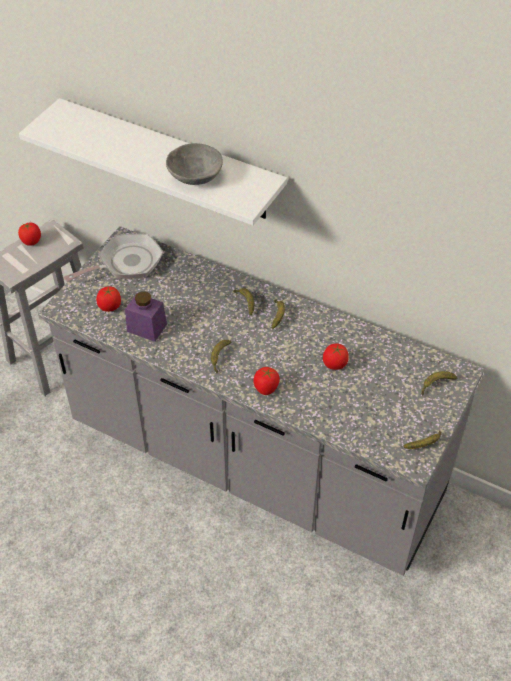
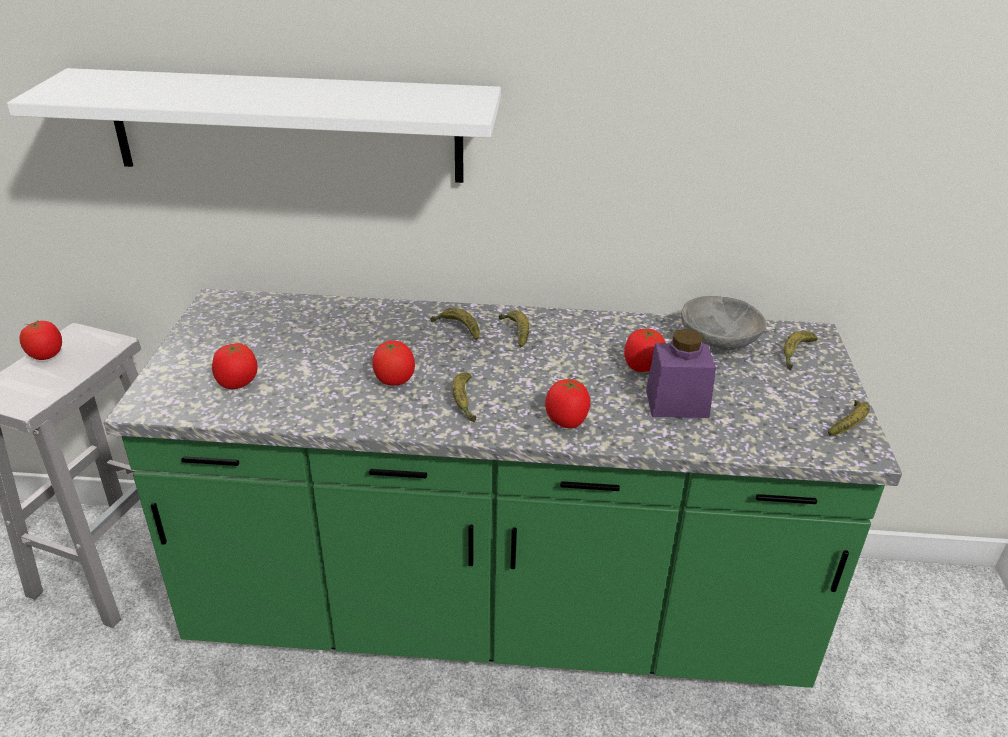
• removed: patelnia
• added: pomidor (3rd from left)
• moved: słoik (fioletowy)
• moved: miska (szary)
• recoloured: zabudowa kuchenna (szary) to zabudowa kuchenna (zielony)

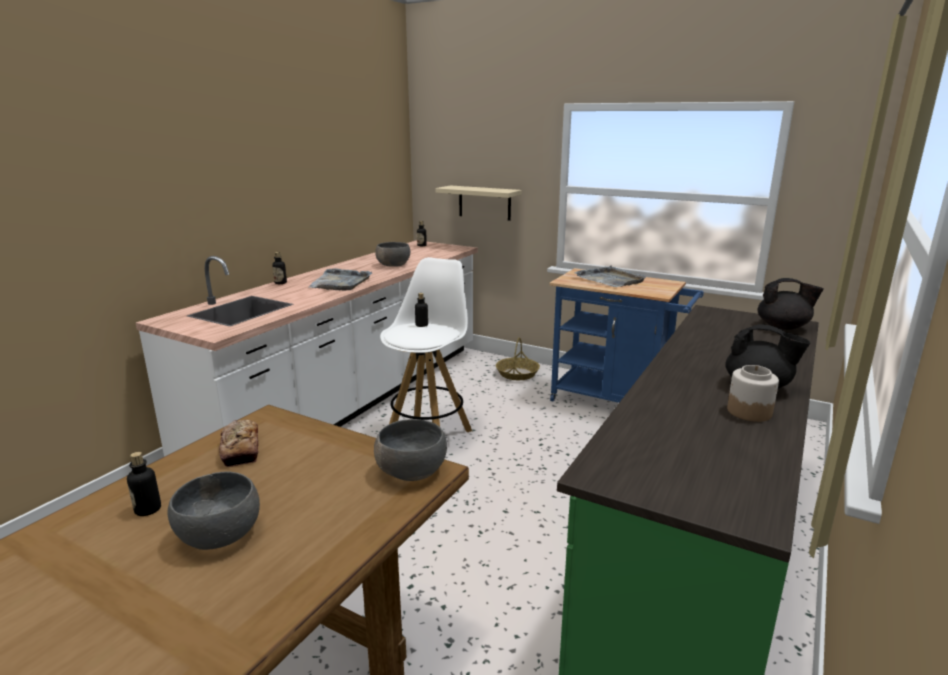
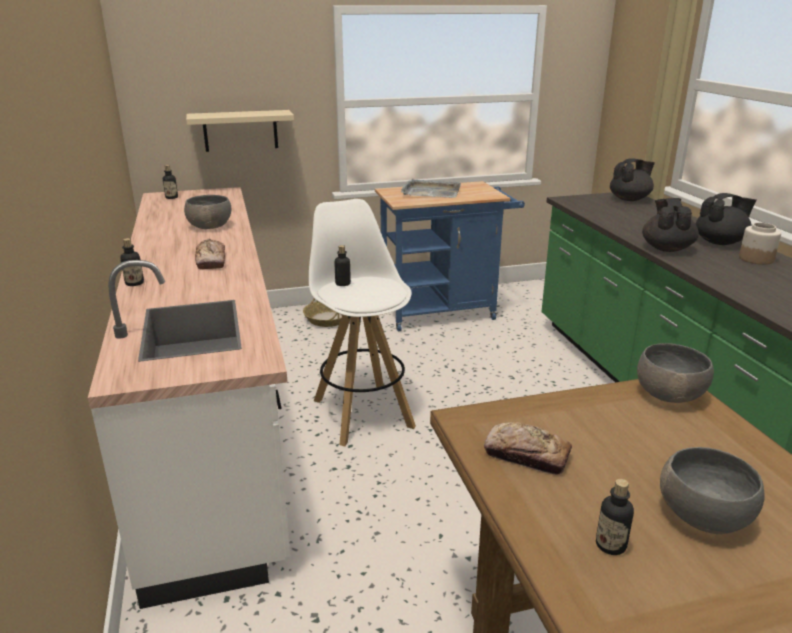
• added: imbryk (czarny) (2nd from left)
• replaced: taca (szary) (1st from left) to chleb (1st from left)

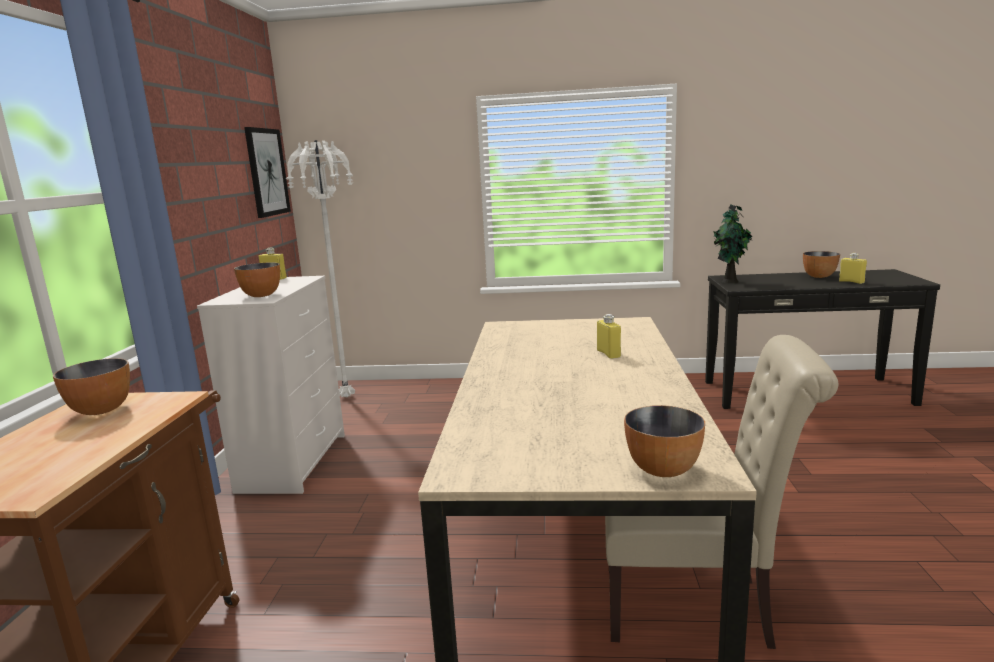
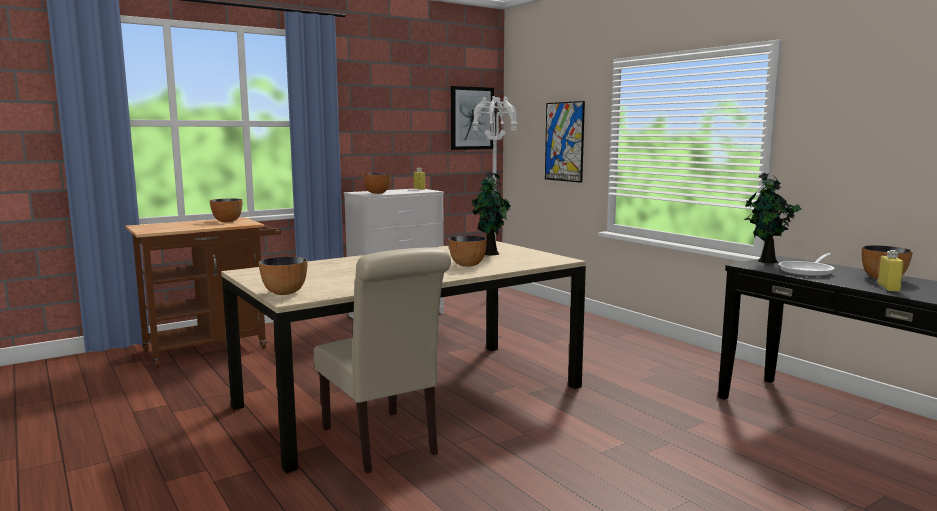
• added: roślina doniczkowa (1st from left)
• added: obraz (2nd from left)
• added: patelnia
• replaced: butelka (żółty) (2nd from left) to miska (4th from left)

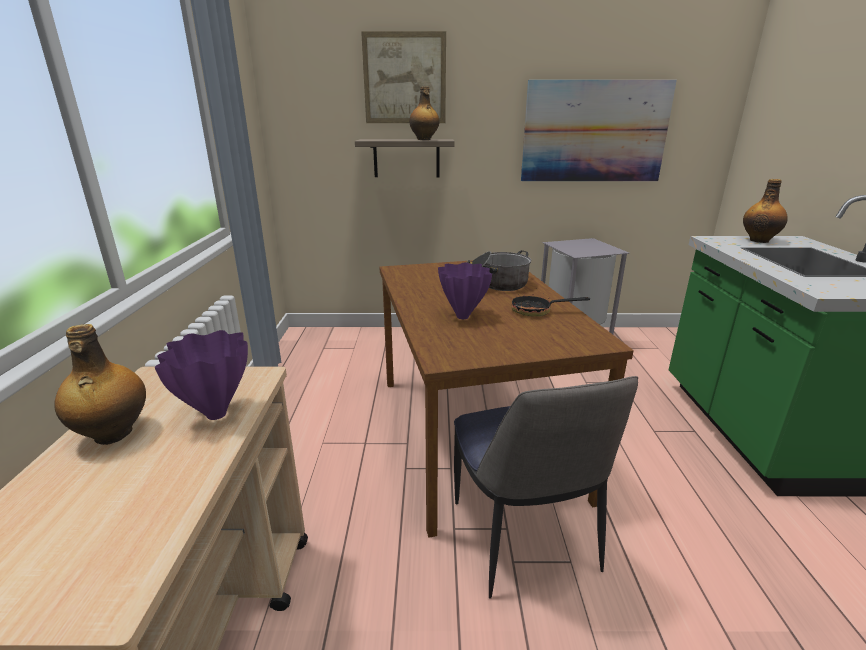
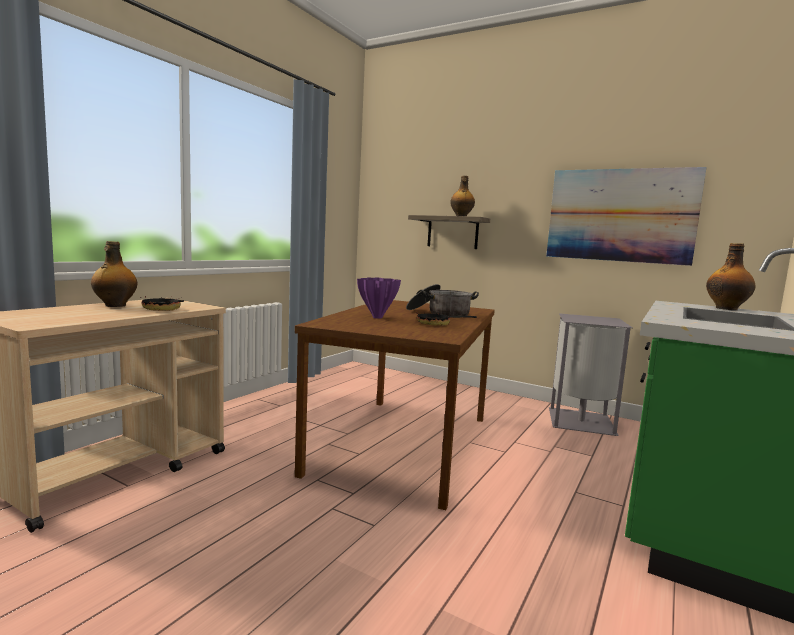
• removed: obraz (1st from left)
• removed: krzesło
• replaced: wazon (fioletowy) (1st from left) to patelnia (1st from left)

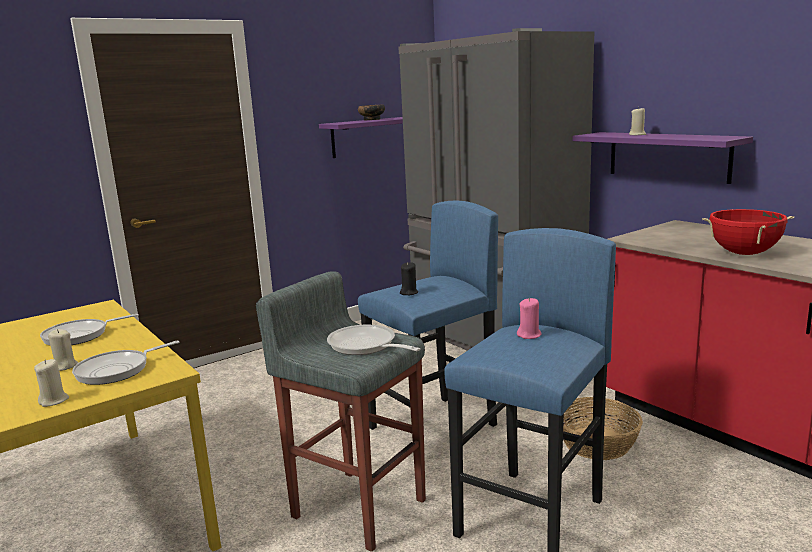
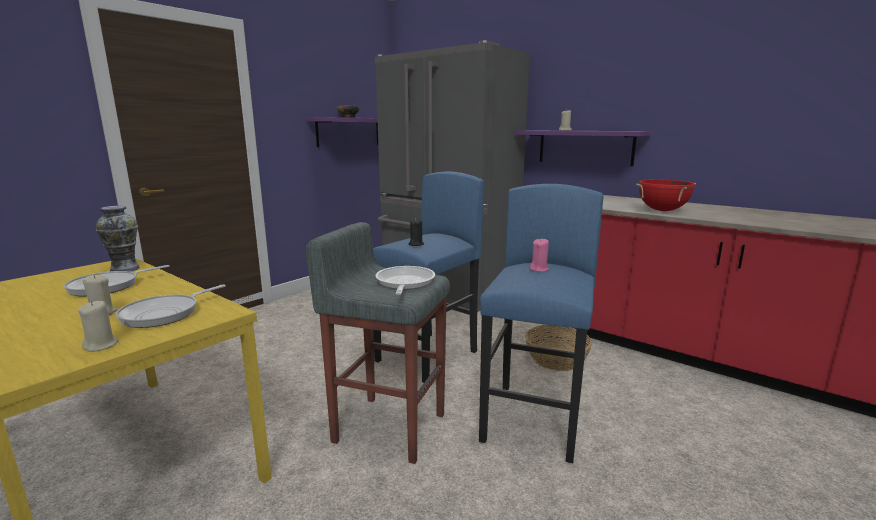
• added: wazon
• turned: patelnia (3rd from left) 60 degrees clockwise

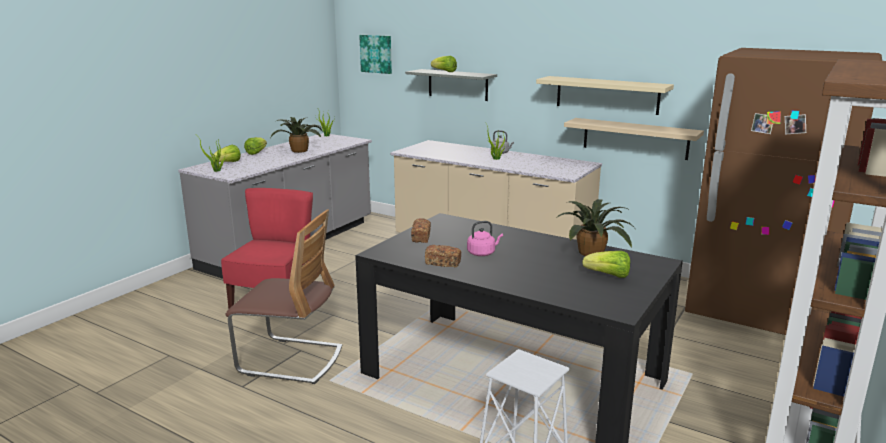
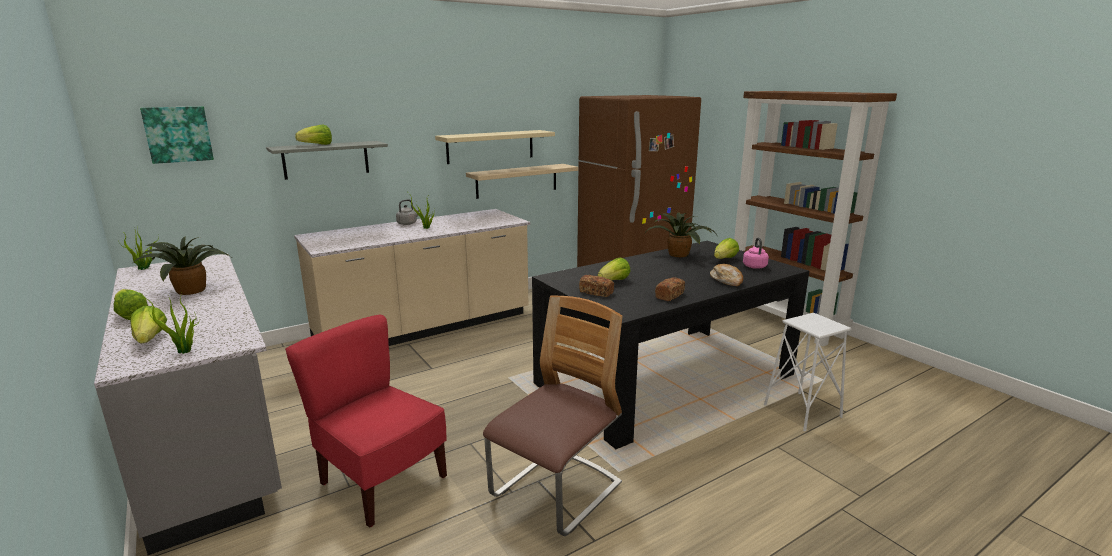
• added: sałata (4th from left)
• added: chleb (3rd from left)
• moved: czajnik (różowy)

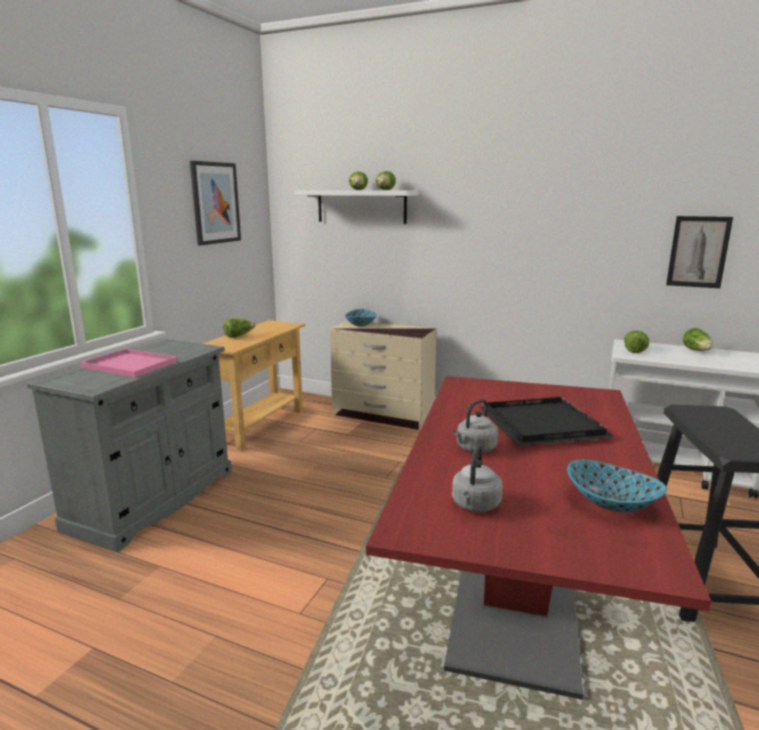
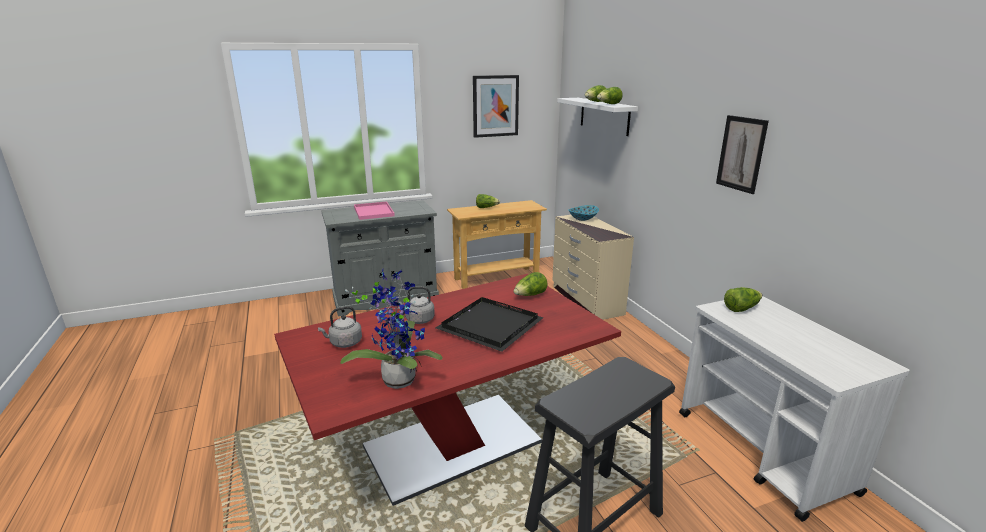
• moved: obraz (2nd from left)
• moved: sałata (5th from left in the first image) to sałata (2nd from left)
• replaced: miska (2nd from left) to roślina doniczkowa

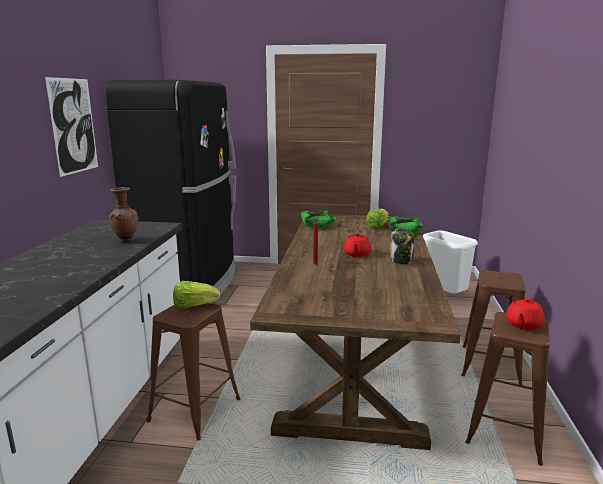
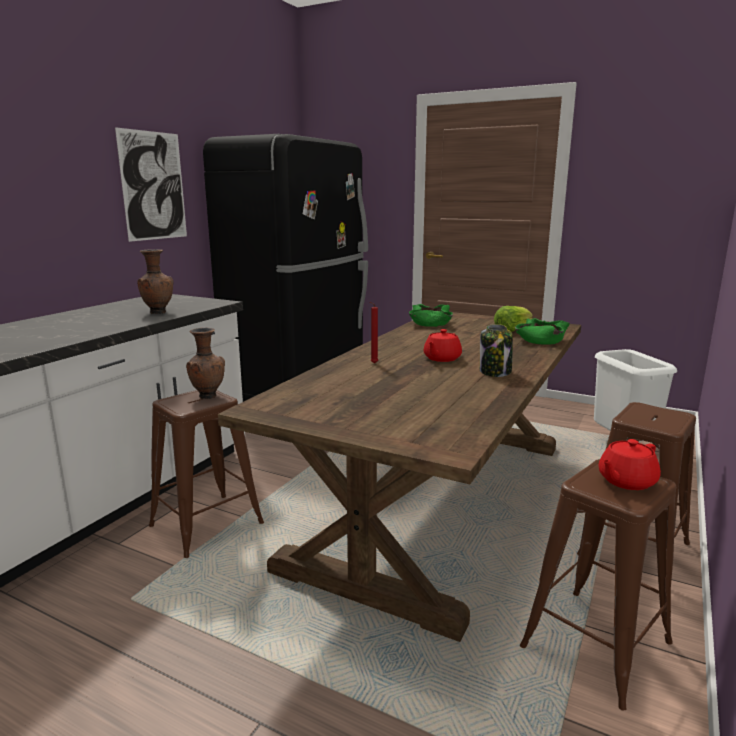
• replaced: sałata (1st from left) to wazon (brązowy) (2nd from left)

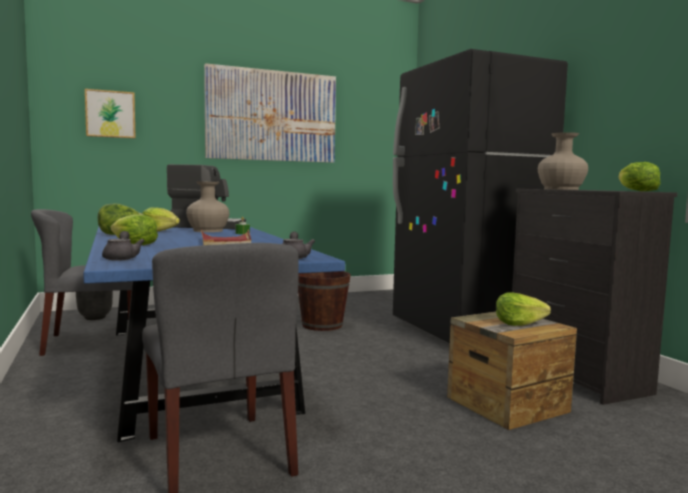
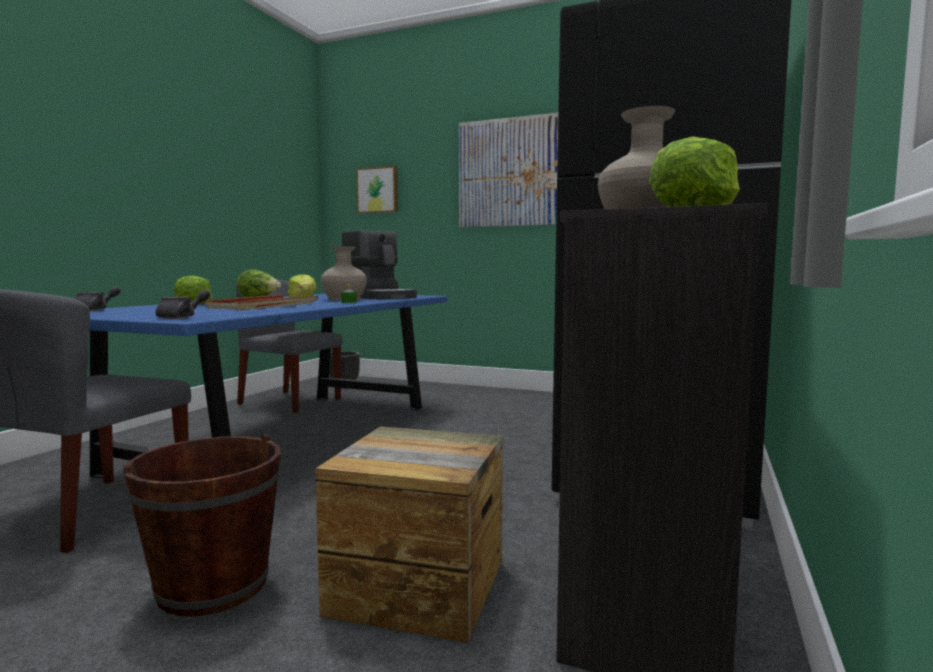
• removed: sałata (4th from left)
• moved: wiadro (brązowy)

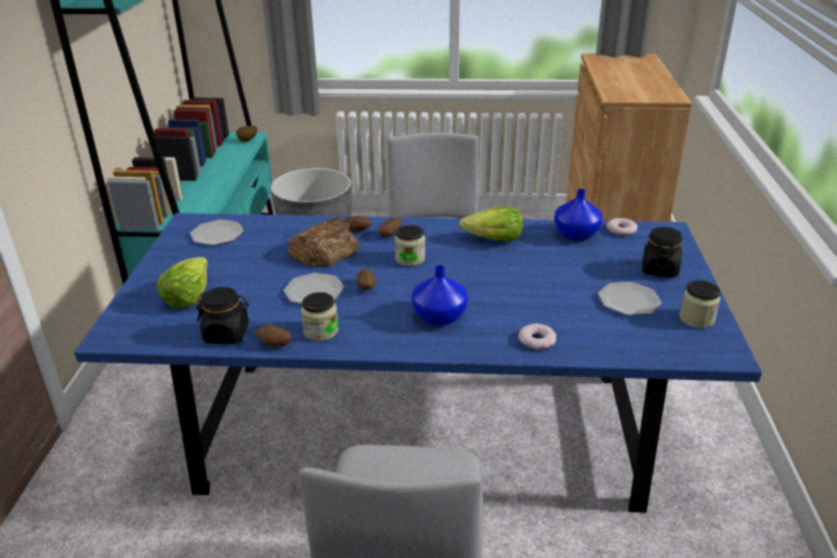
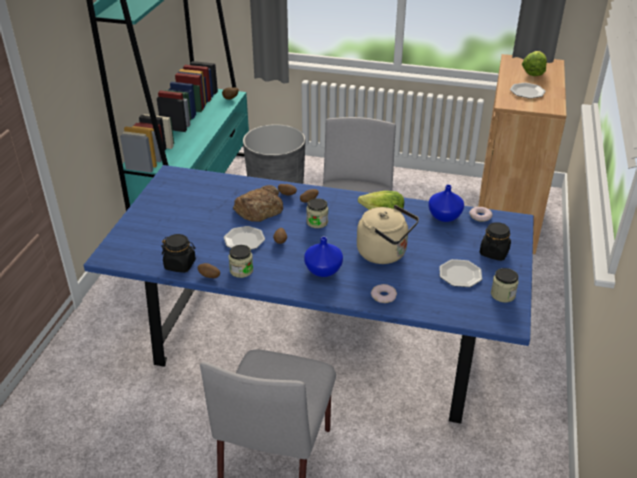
• added: czajnik (beżowy)
• moved: sałata (1st from left in the first image) to sałata (2nd from left)
• moved: talerz (1st from left in the first image) to talerz (3rd from left)

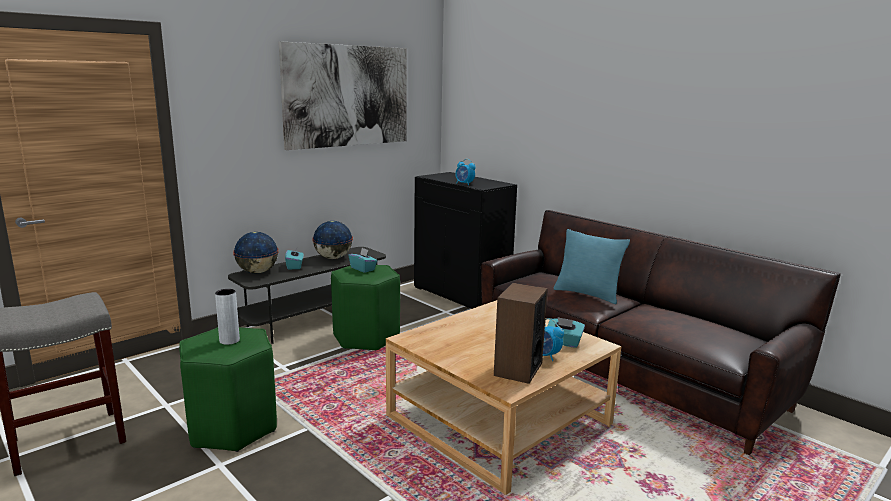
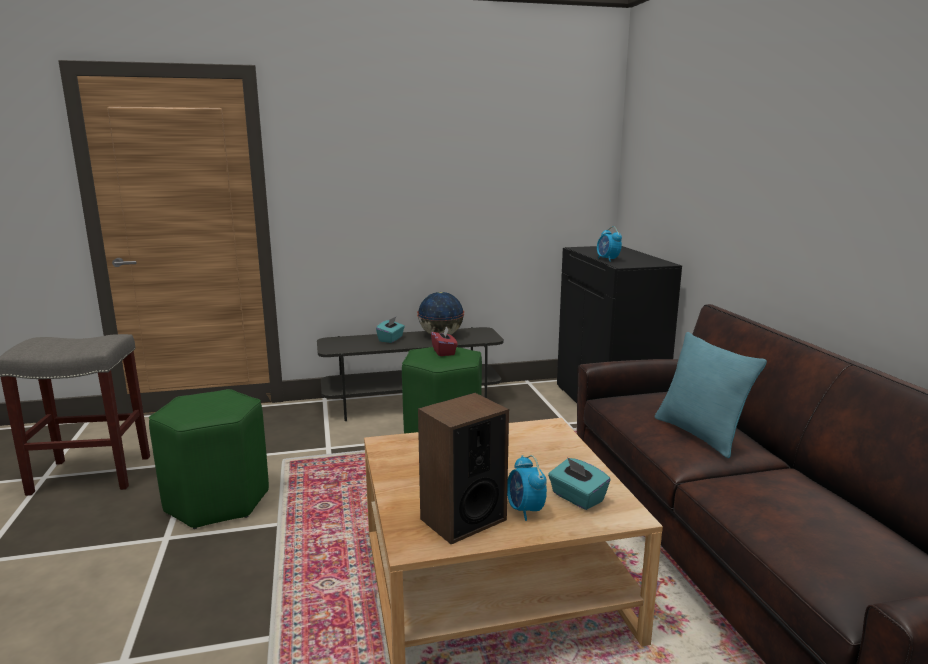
• removed: wazon (szary)
• removed: globus (1st from left)
• removed: obraz
• recoloured: pudełko chusteczek (turkusowy) (2nd from left) to pudełko chusteczek (czerwony)

